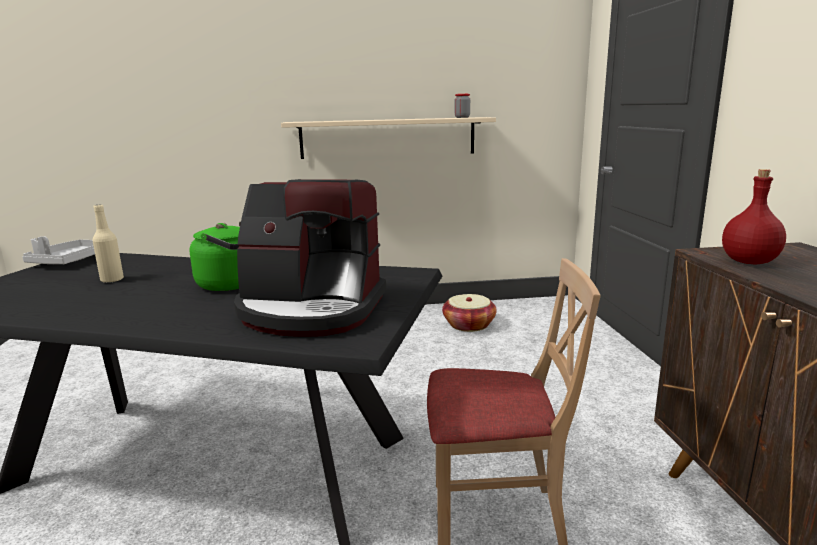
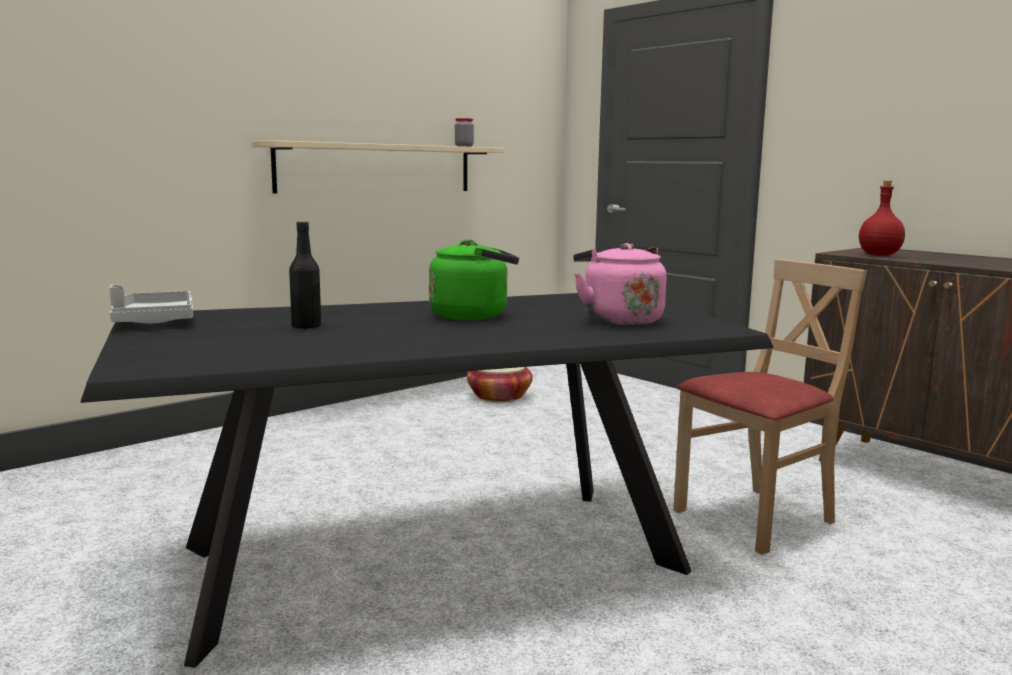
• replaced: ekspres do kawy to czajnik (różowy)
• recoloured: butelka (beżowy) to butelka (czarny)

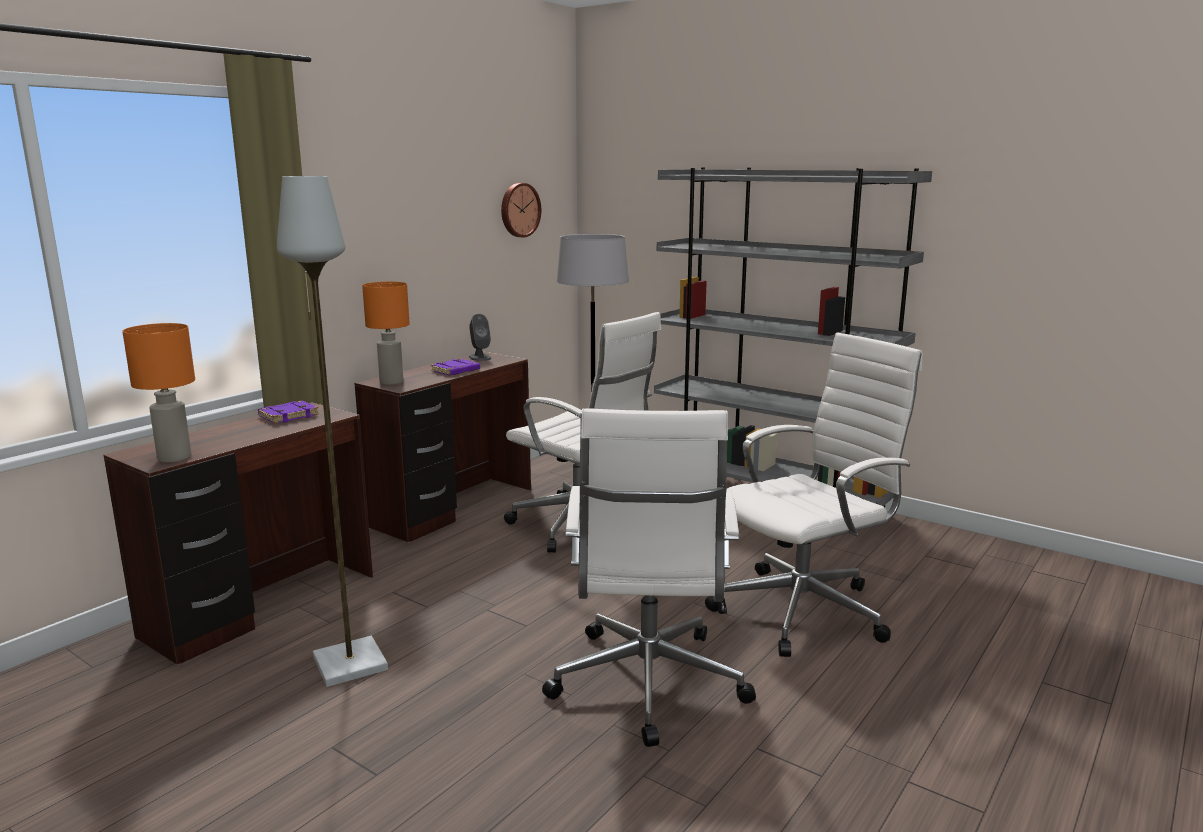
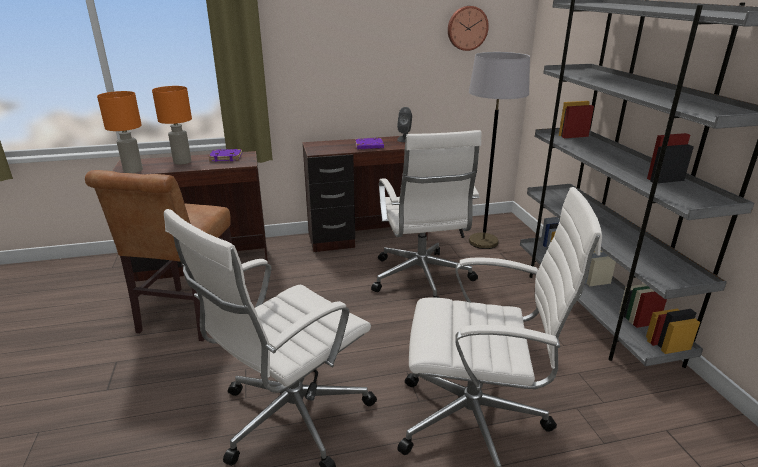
• moved: lampa stołowa (pomarańczowy) (2nd from left)
• replaced: lampa stojąca (szary) (1st from left) to krzesło (brązowy)

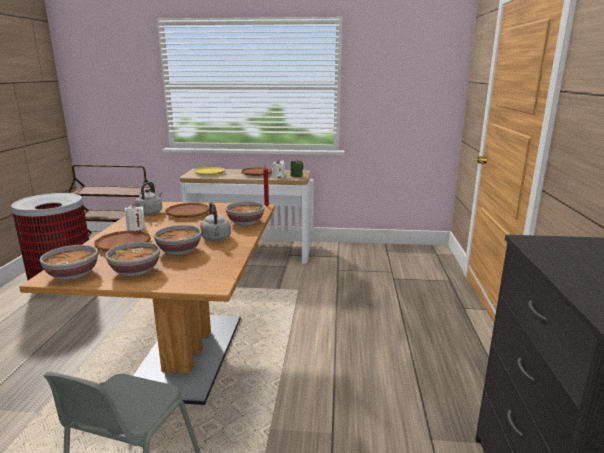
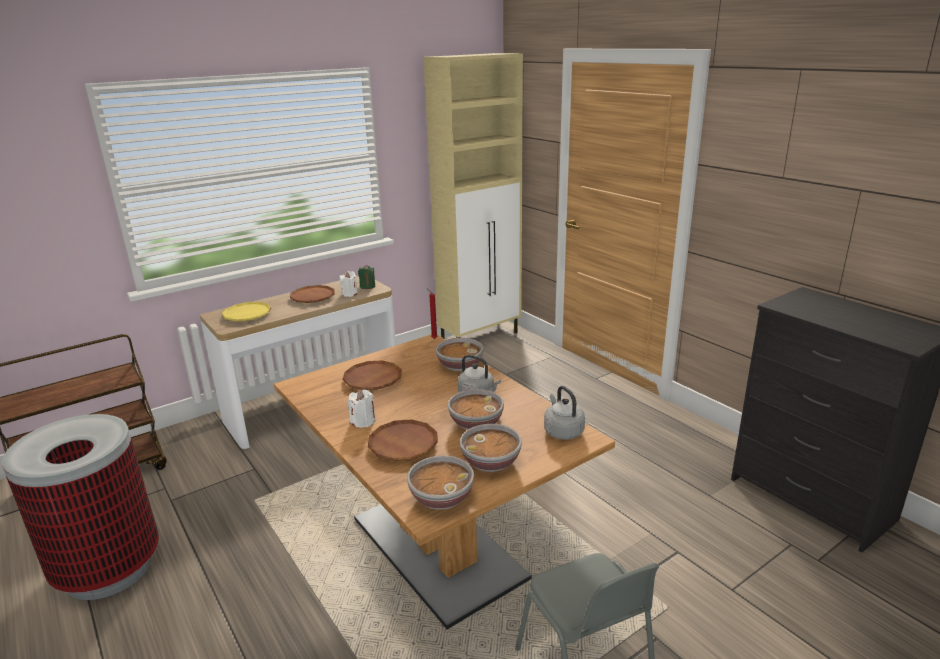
• added: szafka (beżowy)
• moved: czajnik (szary) (1st from left in the first image) to czajnik (szary) (2nd from left)

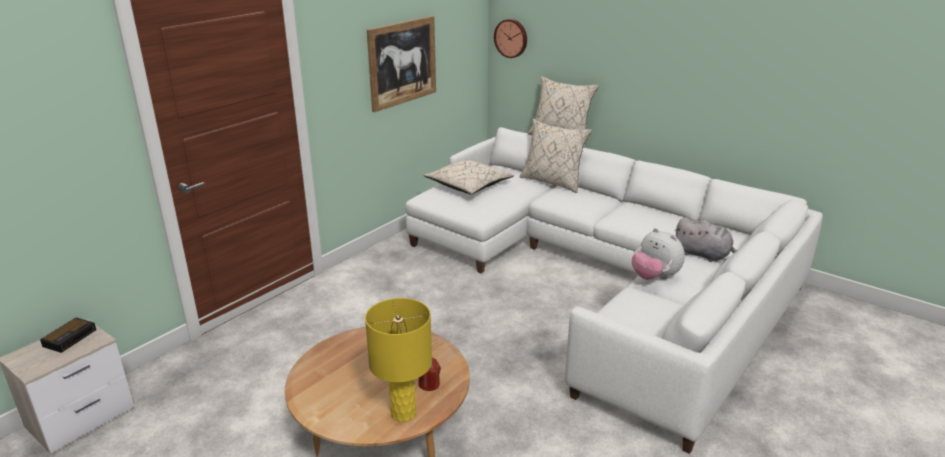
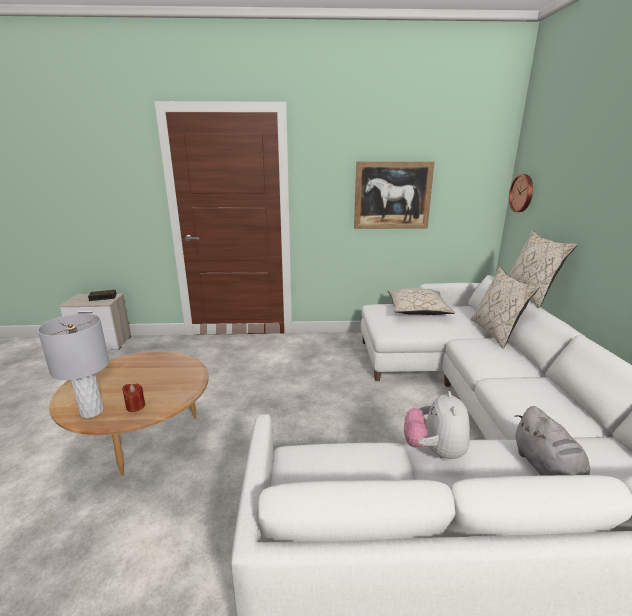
• recoloured: lampa stołowa (żółty) to lampa stołowa (szary)

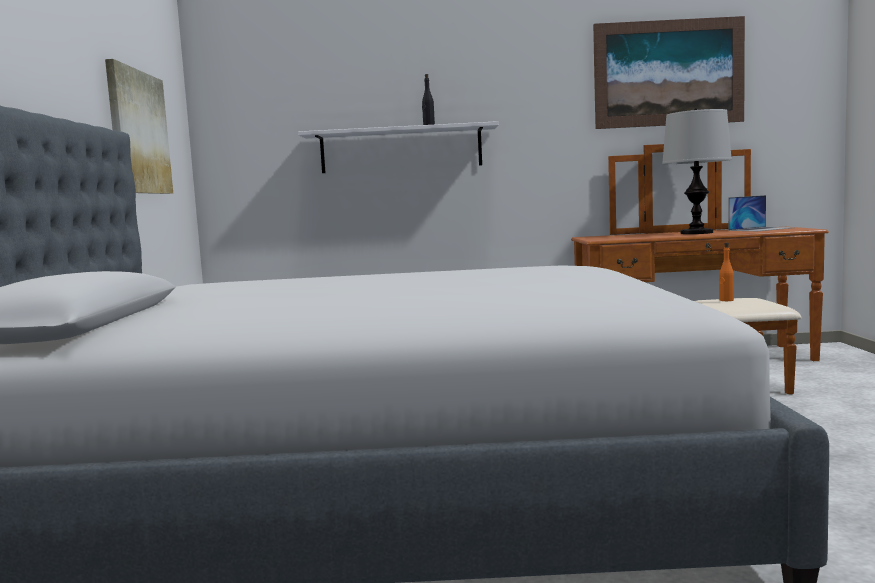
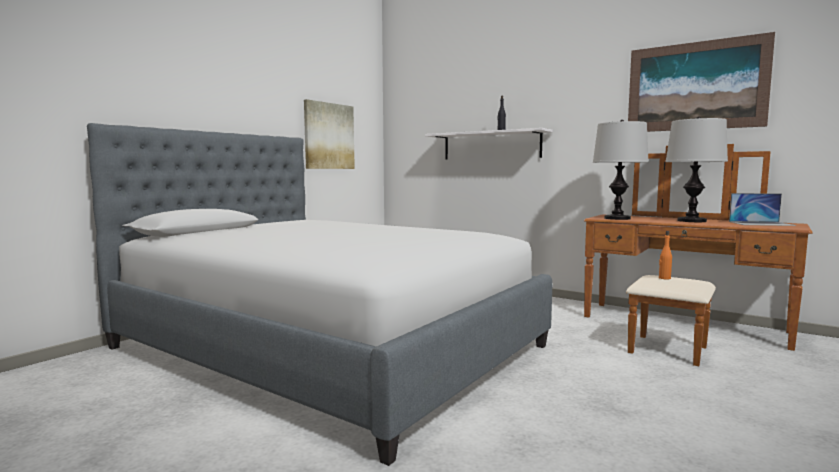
• added: lampa stołowa (1st from left)

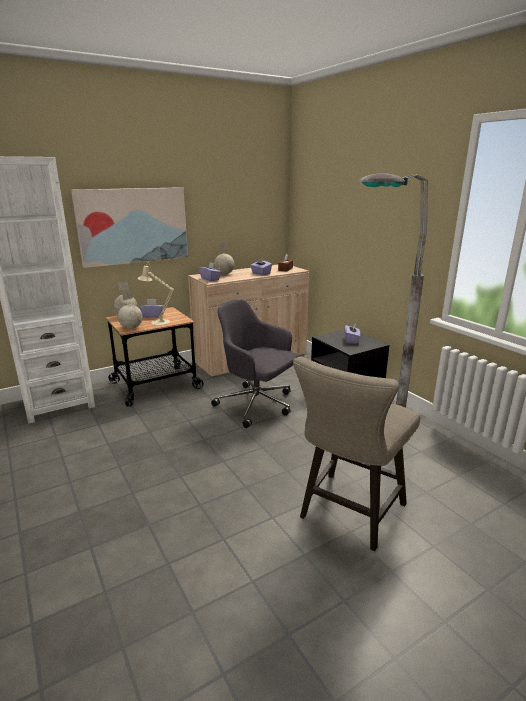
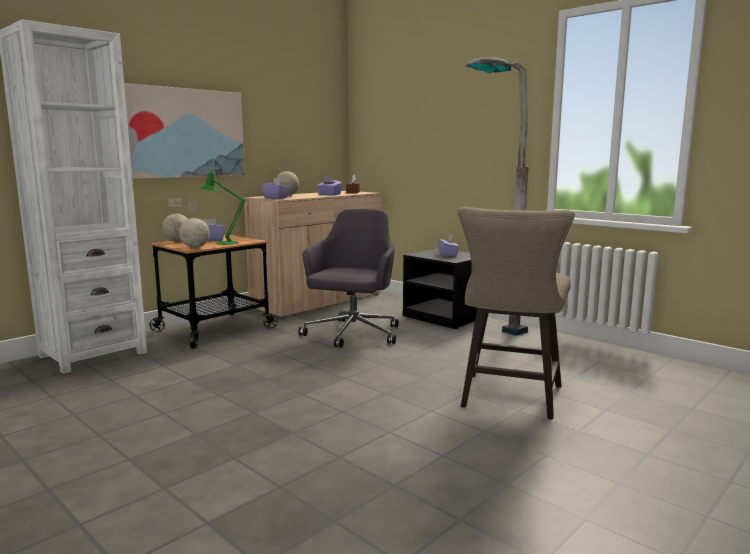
• recoloured: lampa stołowa (beżowy) to lampa stołowa (zielony)
• turned: krzesło biurowe (szary) 90 degrees clockwise

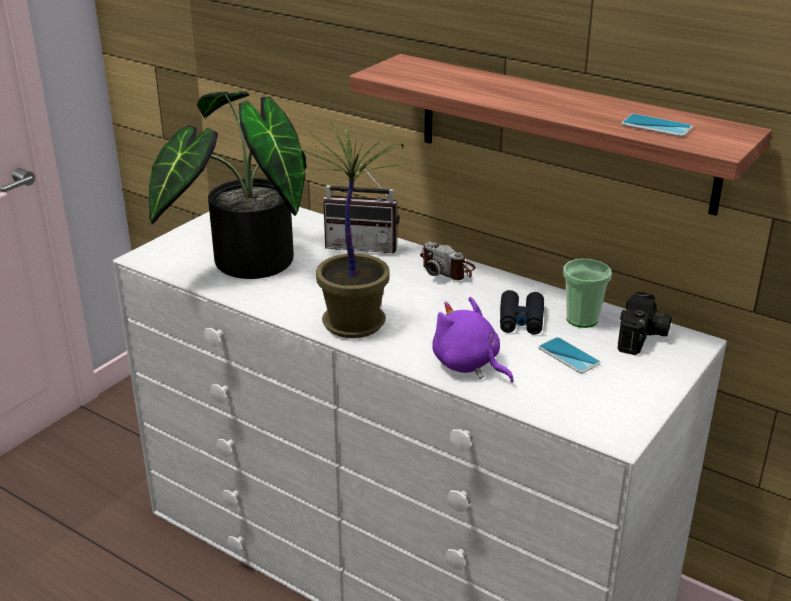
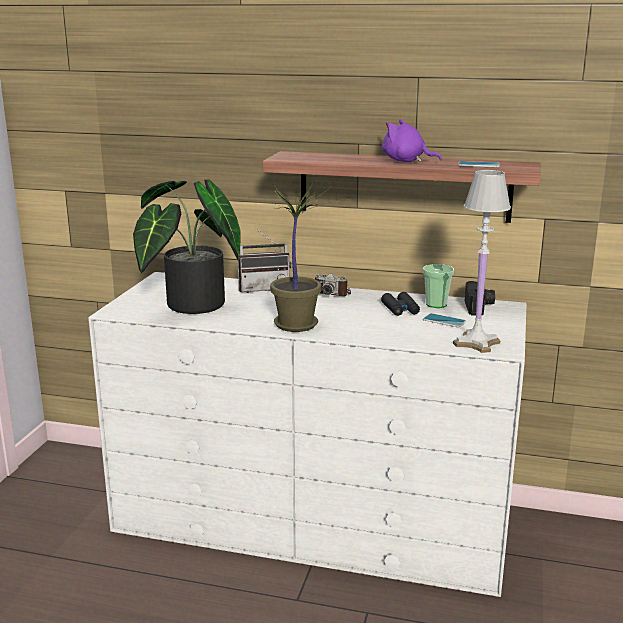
• added: lampa stołowa (biały)
• moved: pluszak (fioletowy)

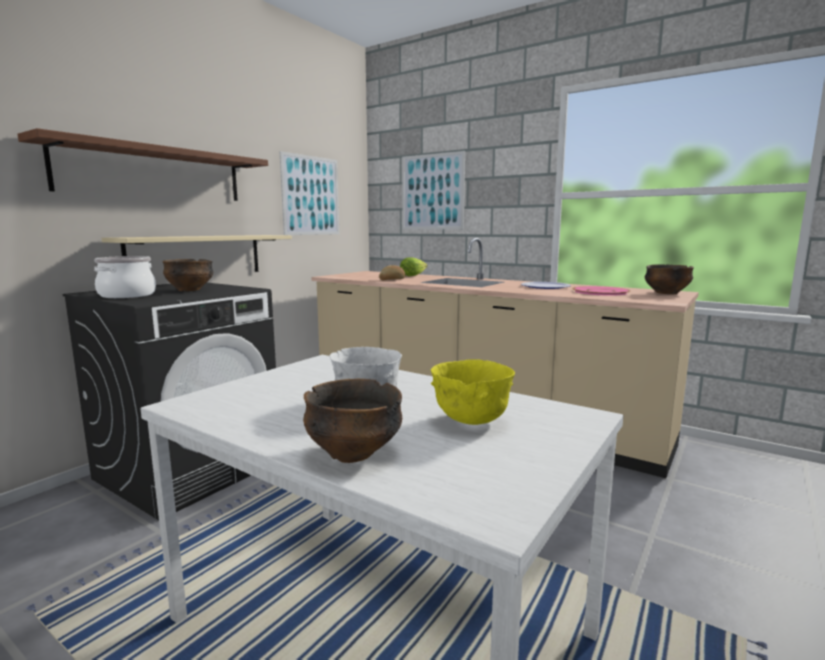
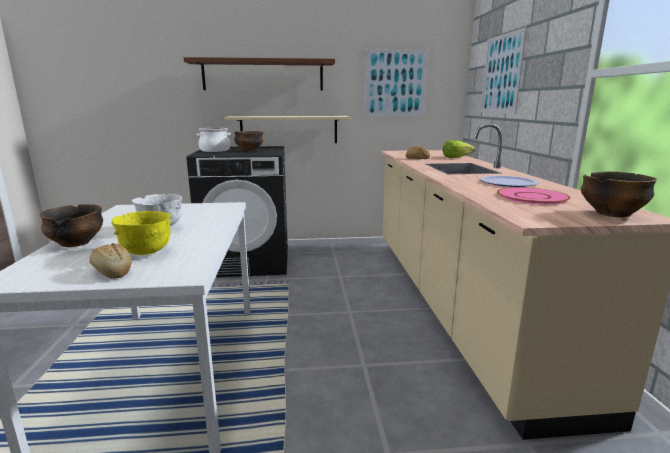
• added: chleb (1st from left)

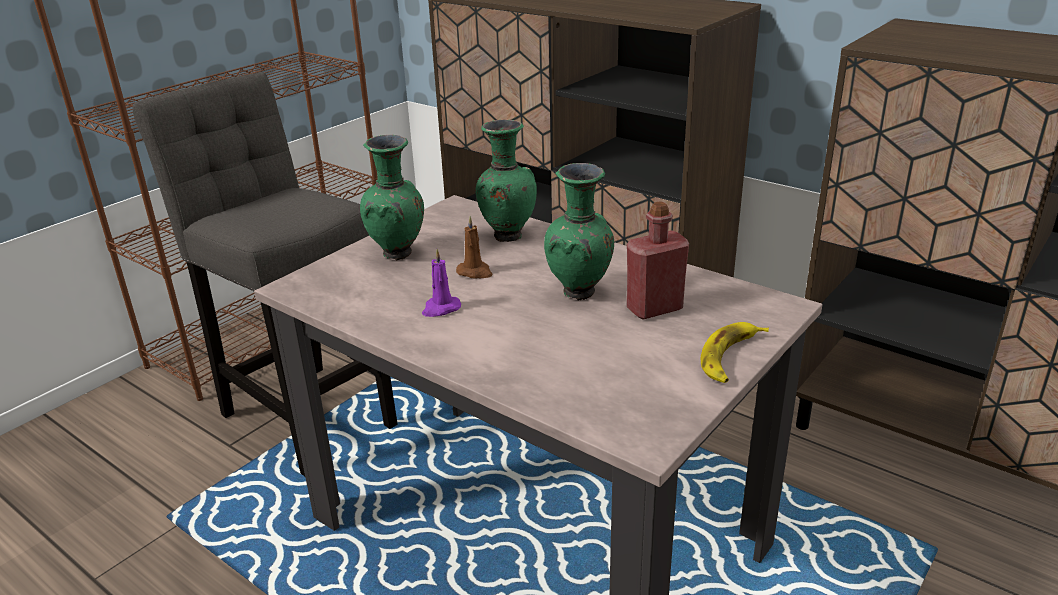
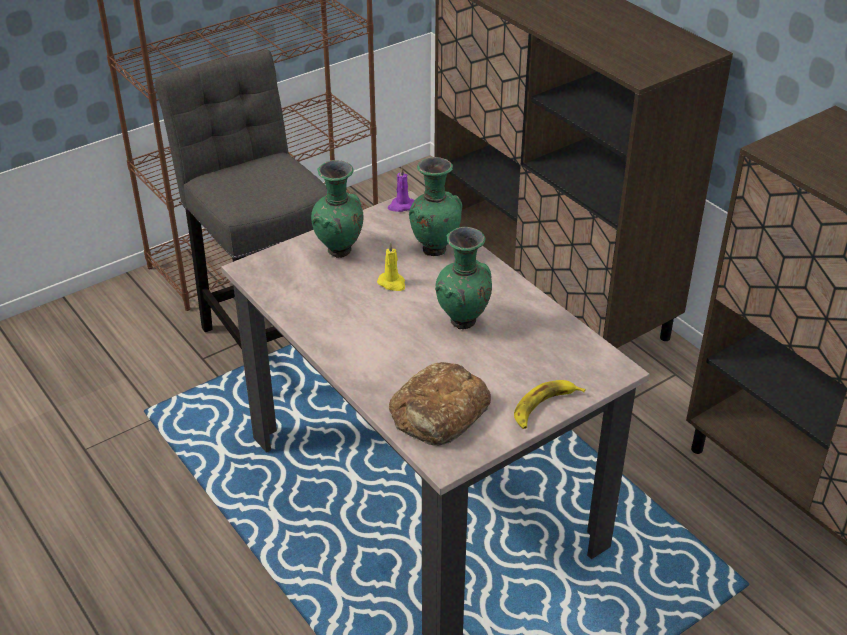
• removed: butelka (czerwony)
• added: chleb
• moved: świeca (fioletowy)
• recoloured: świeca (brązowy) to świeca (żółty)

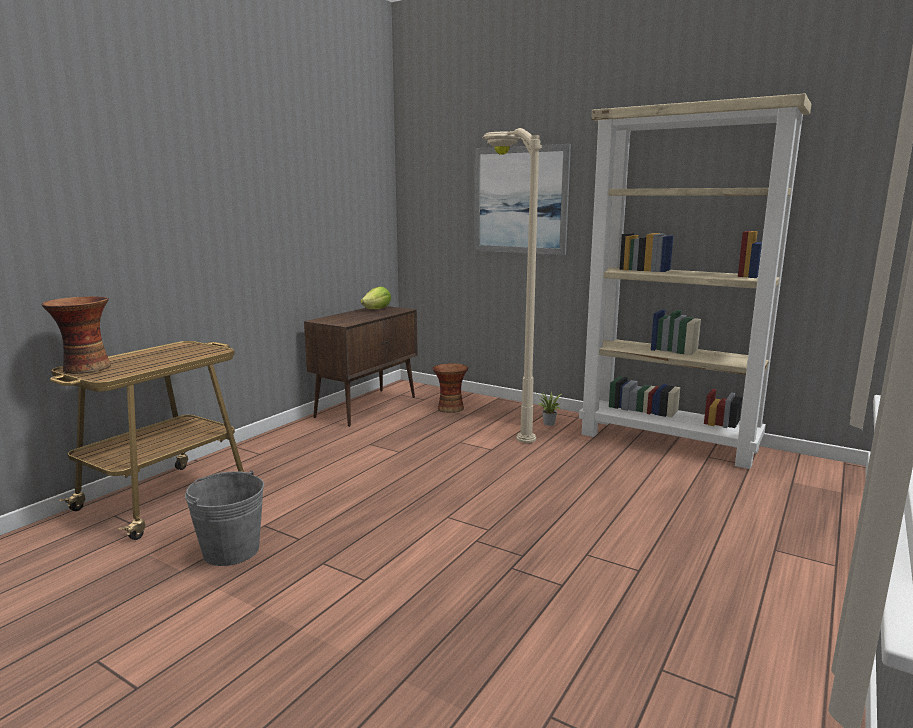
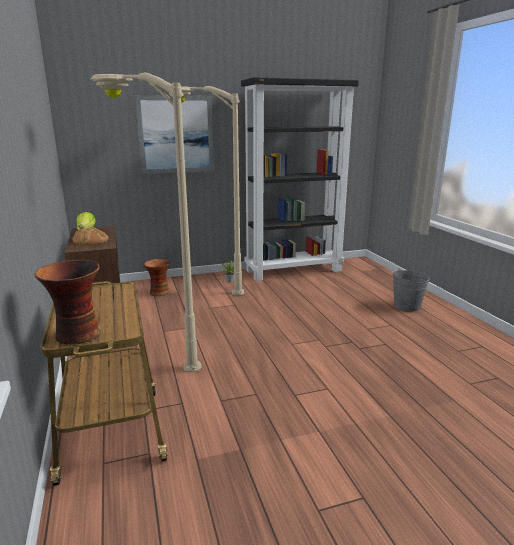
• added: chleb
• added: lampa stojąca (beżowy) (1st from left)
• moved: wiadro (szary)
• recoloured: regał (beżowy) to regał (czarny)

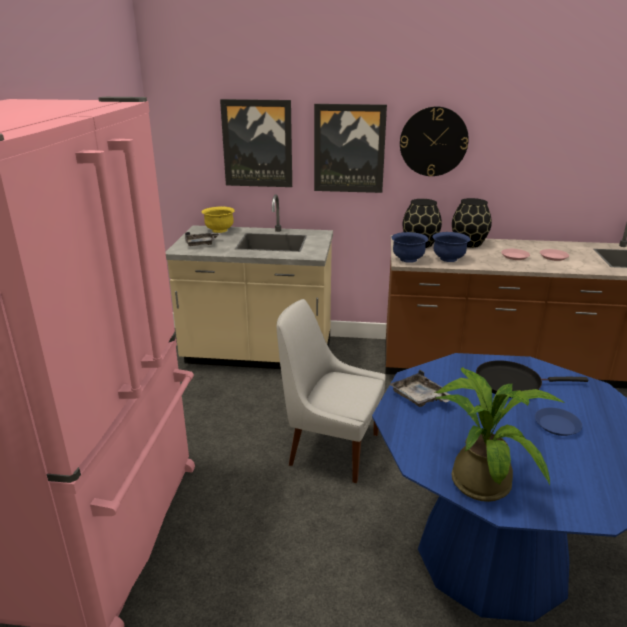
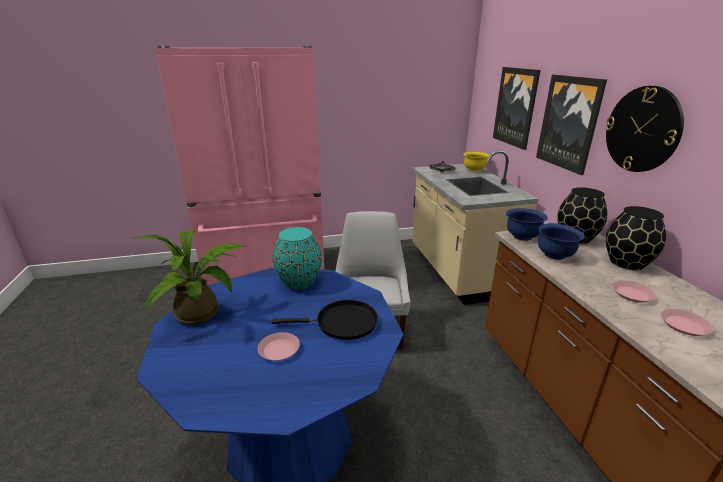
• replaced: taca (szary) (2nd from left) to wazon (turkusowy)
• recoloured: talerz (niebieski) to talerz (różowy) (1st from left)
• turned: patelnia (czarny) 105 degrees clockwise

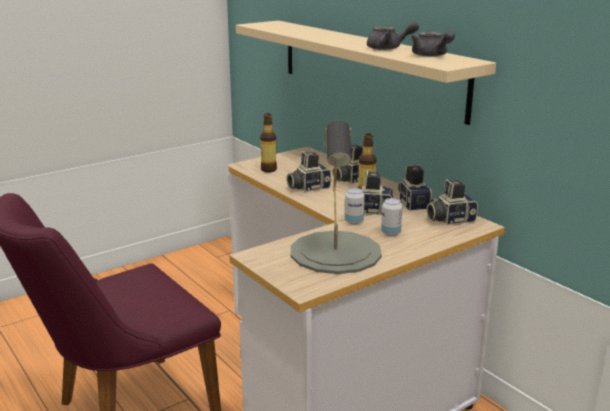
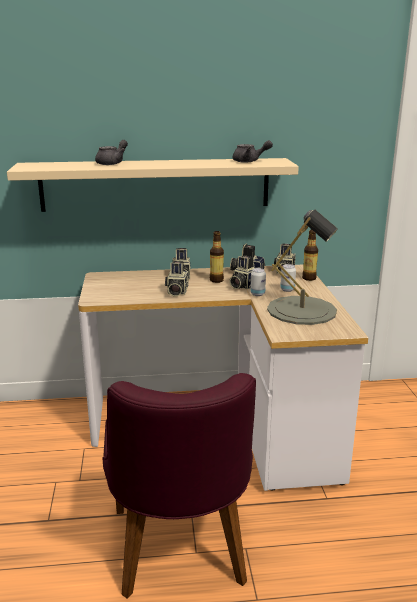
• moved: butelka (1st from left in the first image) to butelka (2nd from left)
• moved: imbryk (szary) (1st from left)

